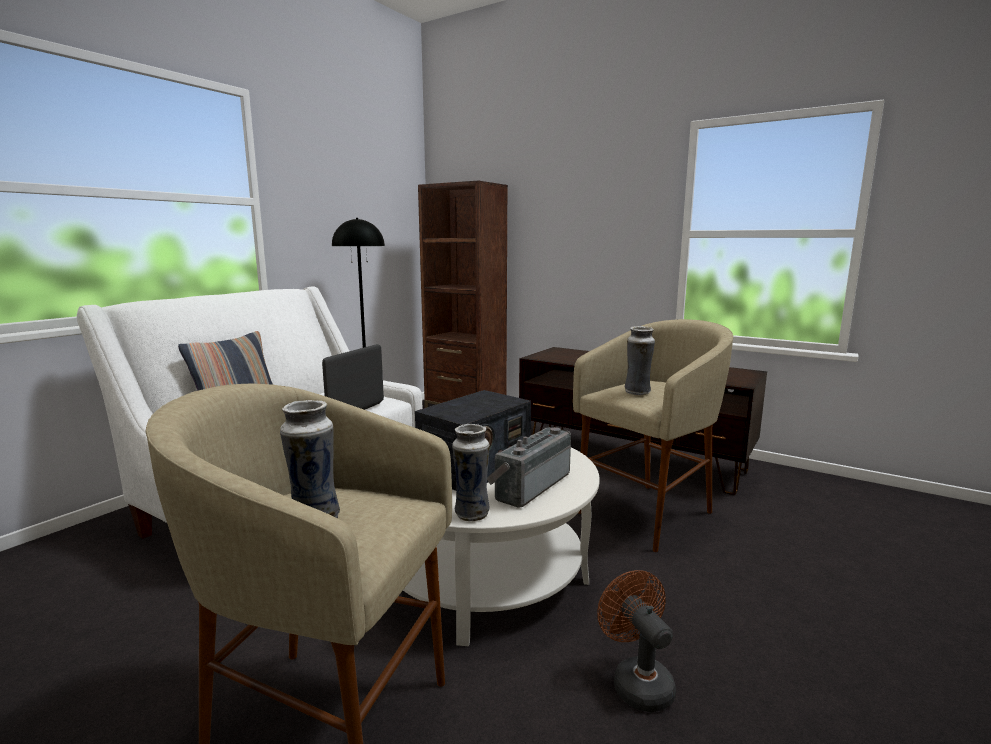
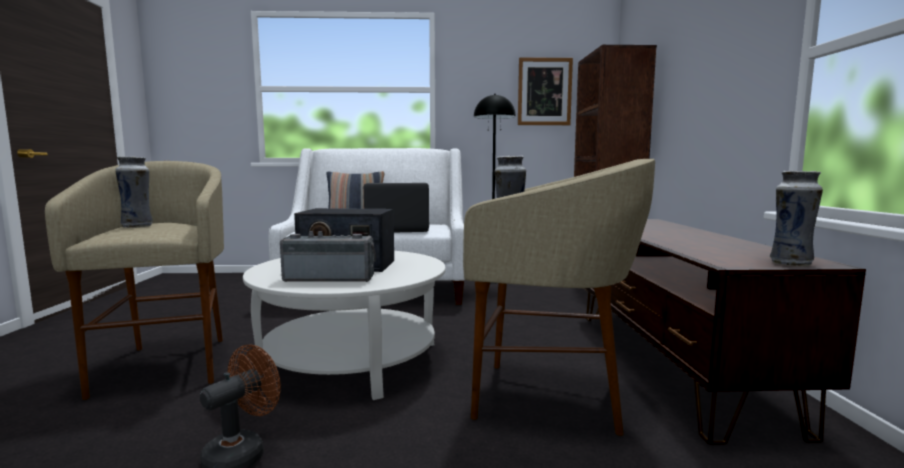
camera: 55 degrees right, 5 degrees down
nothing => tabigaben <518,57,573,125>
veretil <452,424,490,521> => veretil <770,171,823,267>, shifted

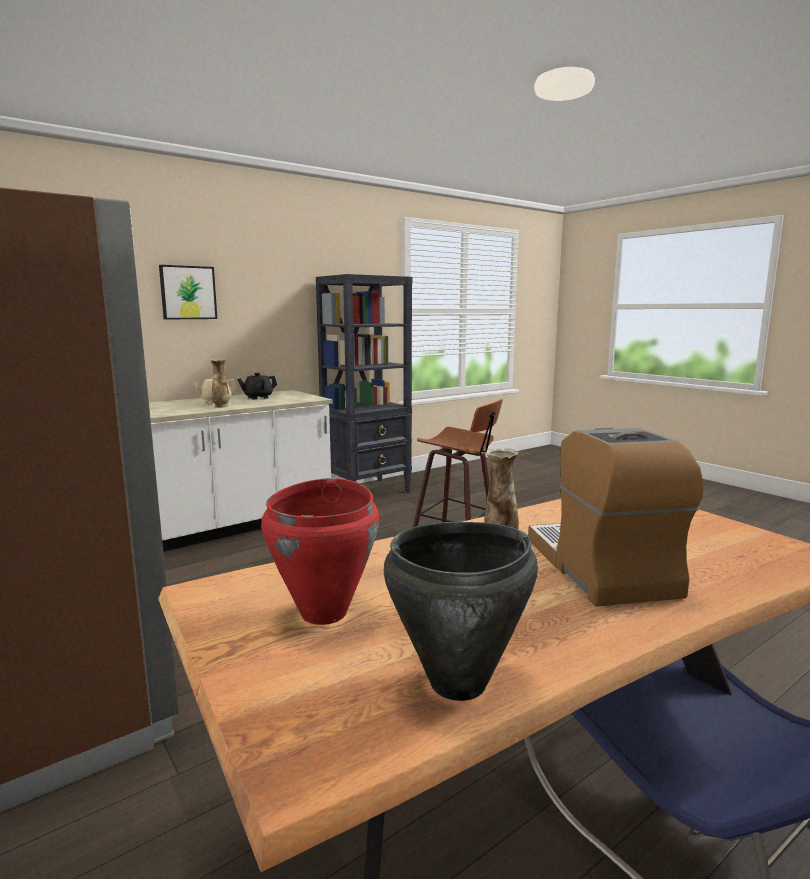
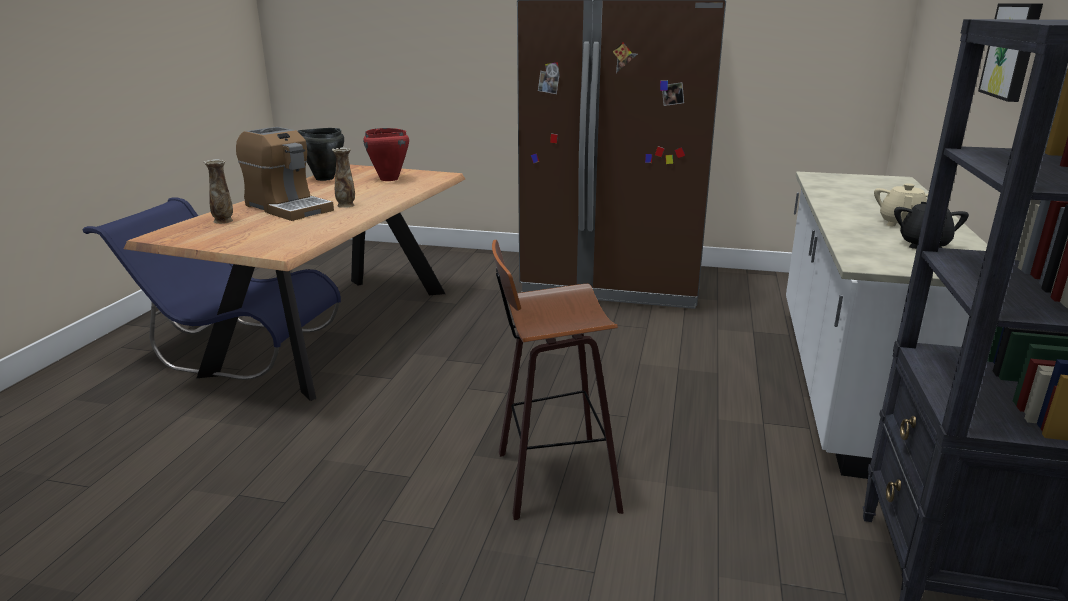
camera: 140 degrees right, 10 degrees up
veretil <210,359,229,408> => veretil <204,159,233,224>, shifted

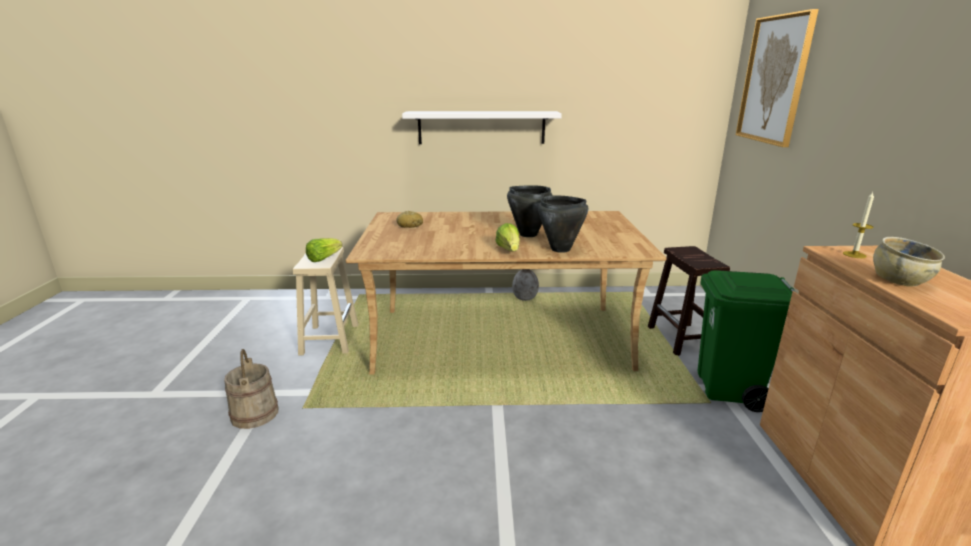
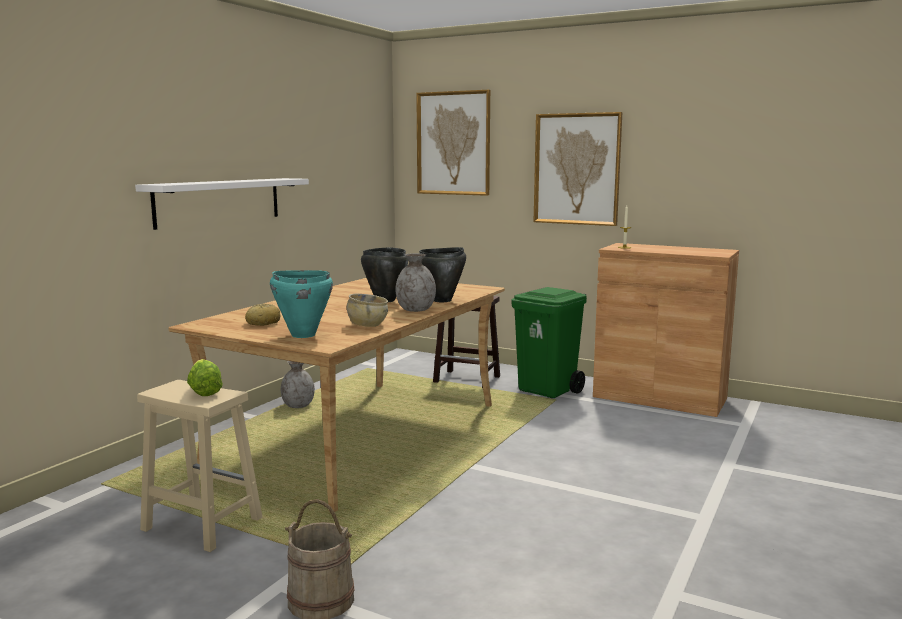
camera: 60 degrees left, 10 degrees down
nothing => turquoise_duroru <270,270,333,338>
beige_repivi <873,237,945,287> => beige_repivi <347,294,388,327>, shifted
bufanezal <496,223,520,251> => grey_veretil <395,253,436,312>
nothing => tabigaben <534,112,622,226>

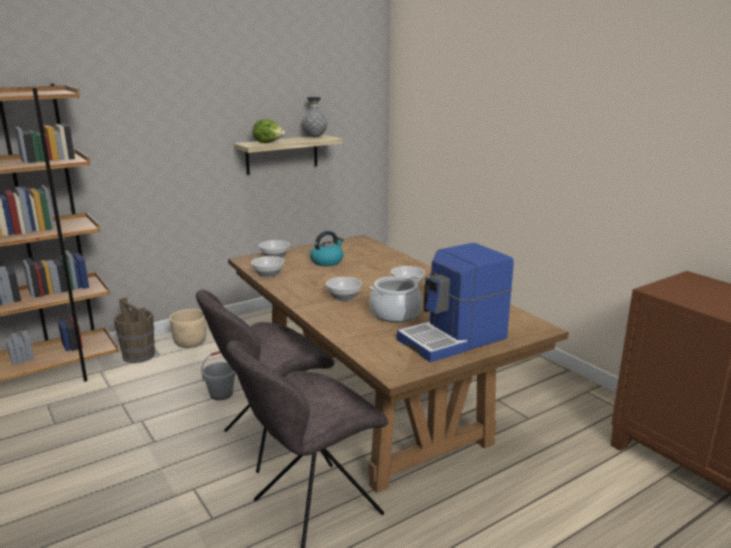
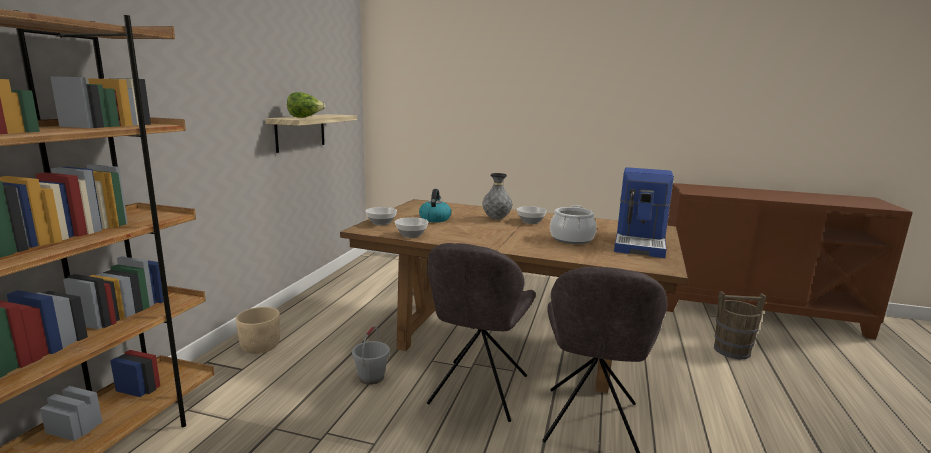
camera: 40 degrees left, 5 degrees down
grey_veretil <302,97,327,137> => grey_veretil <482,173,512,220>, shifted
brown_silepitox <114,297,155,363> => brown_silepitox <714,291,766,359>, shifted
repivi <326,277,362,301> => nothing

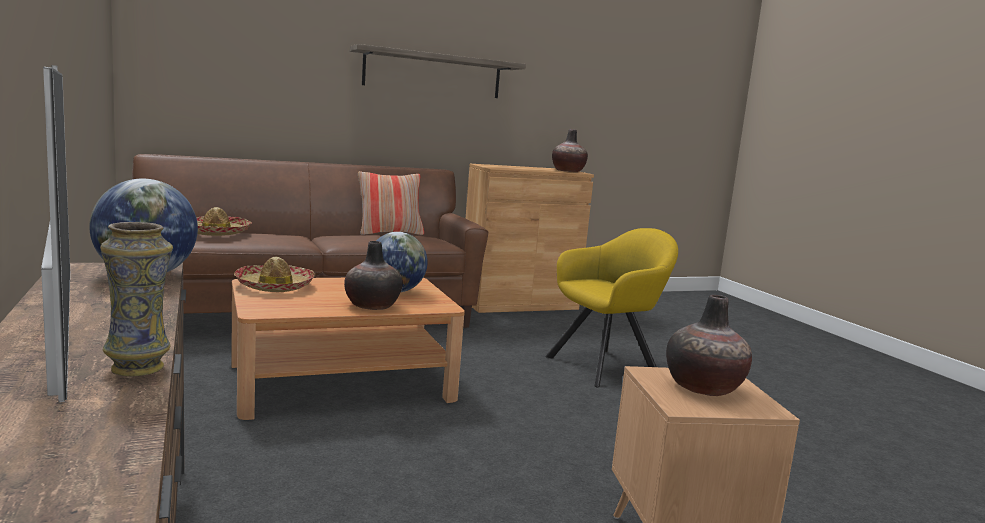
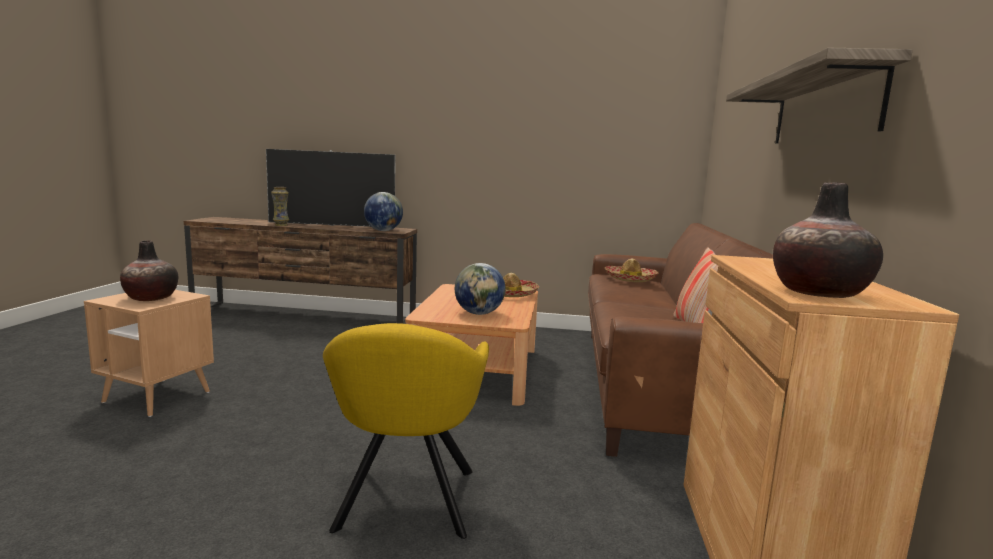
camera: 120 degrees right, 0 degrees up
veretil <344,241,403,310> => nothing

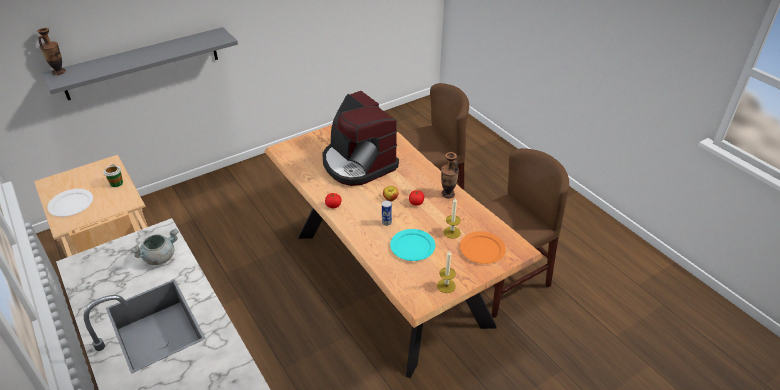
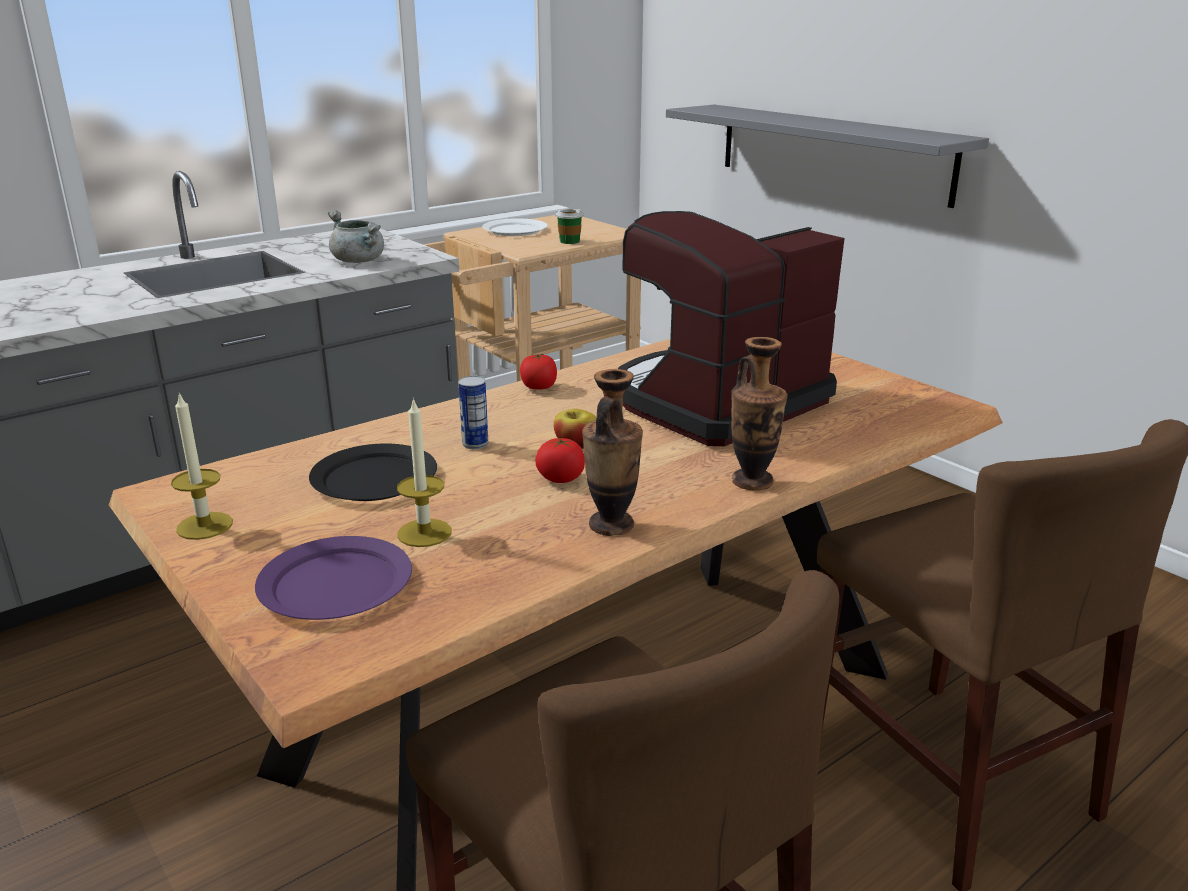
camera: 85 degrees right, 15 degrees down
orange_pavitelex <460,231,506,264> => purple_pavitelex <255,536,412,620>
turquoise_pavitelex <390,229,435,261> => black_pavitelex <309,443,437,501>
veretil <37,28,66,75> => veretil <731,337,788,491>, shifted

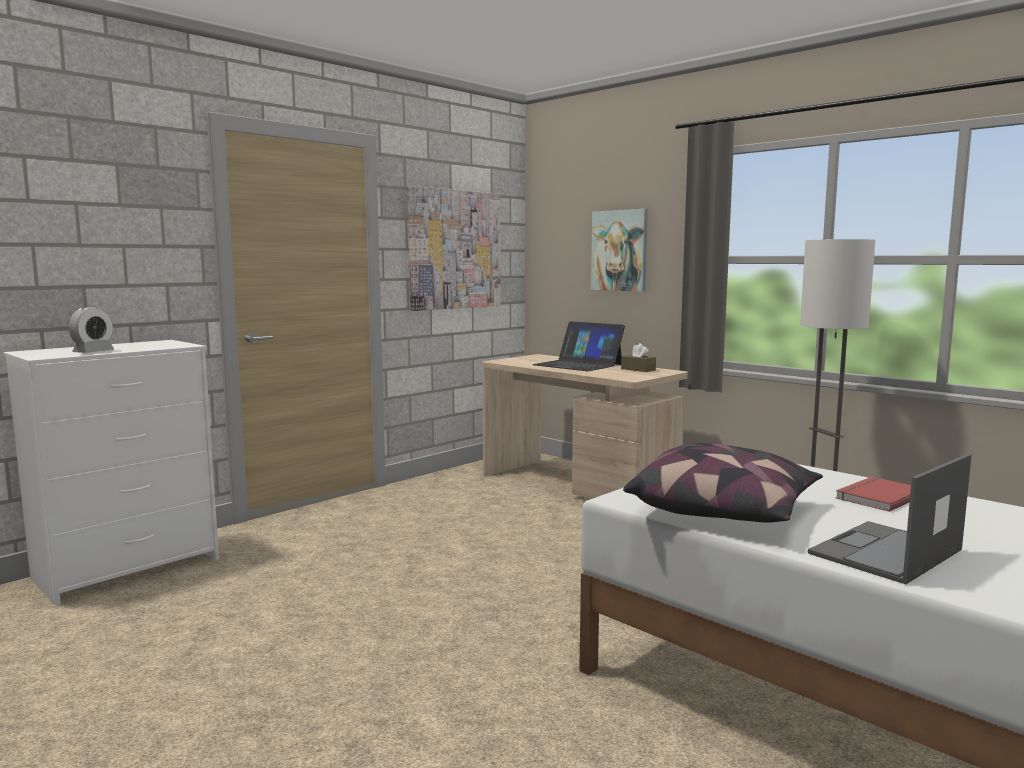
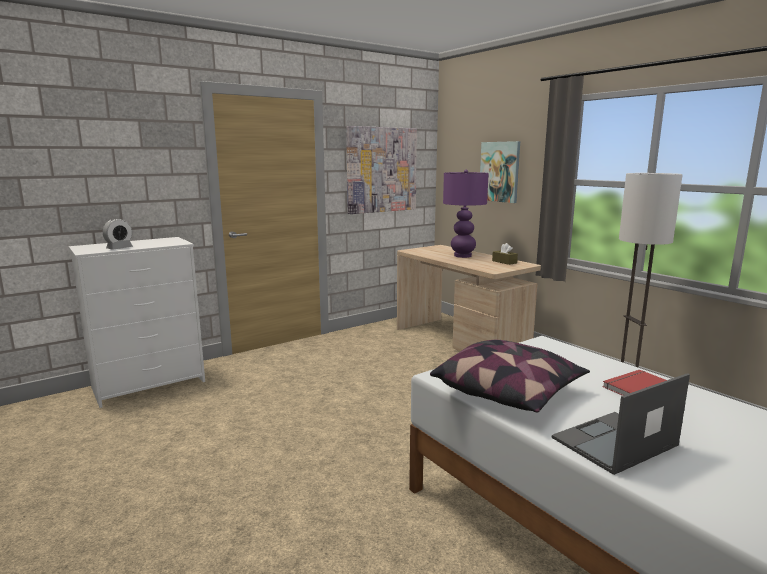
camera: 10 degrees right, 5 degrees up
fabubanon <532,321,625,371> => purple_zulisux <443,170,489,258>

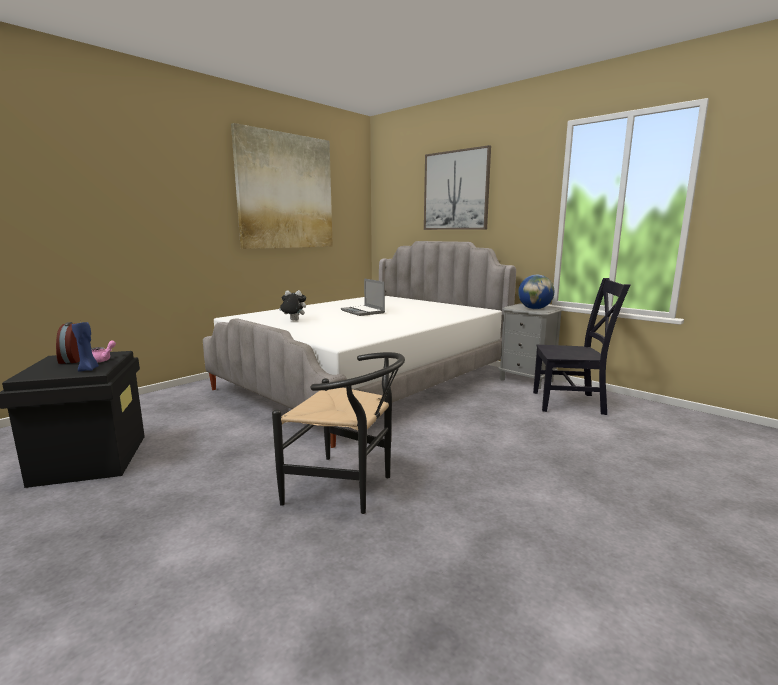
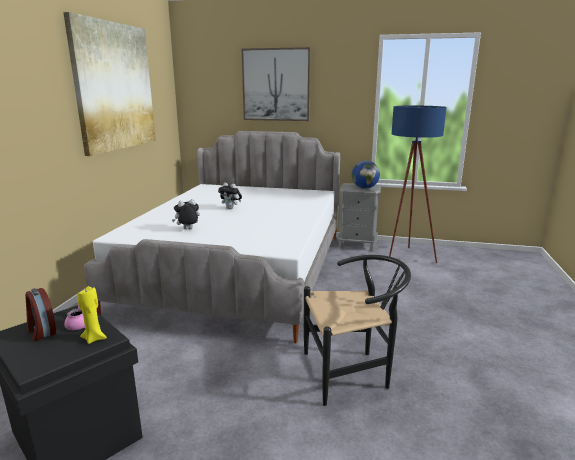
camera: 30 degrees left, 5 degrees up
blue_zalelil <72,322,99,372> => yellow_zalelil <77,286,107,344>
fabubanon <341,278,385,316> => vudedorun <218,182,242,209>
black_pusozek <533,278,630,415> => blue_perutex <388,106,447,263>

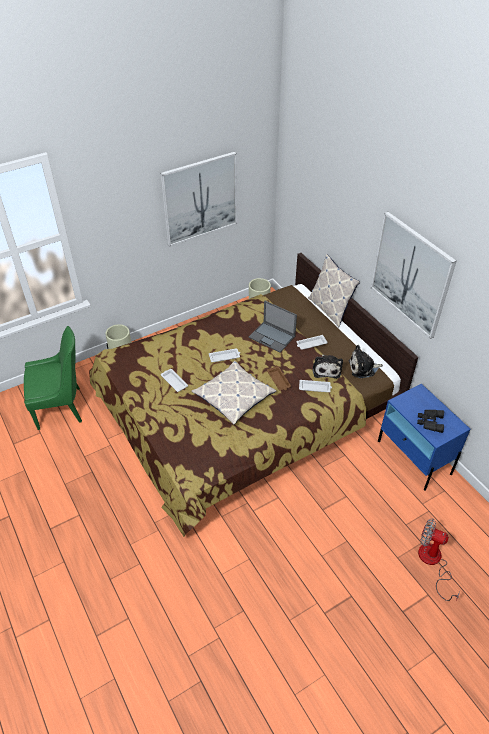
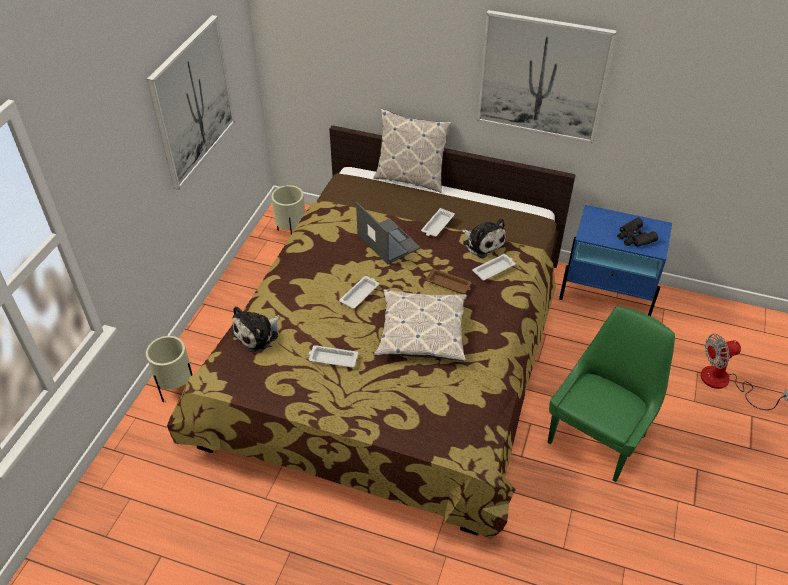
camera: 40 degrees left, 0 degrees up
vudedorun <348,345,383,378> => vudedorun <231,306,280,352>, shifted
fabubanon <249,301,297,352> => fabubanon <356,202,421,264>, 120 degrees counterclockwise
green_pusozek <24,326,82,430> => green_pusozek <547,306,675,482>, shifted

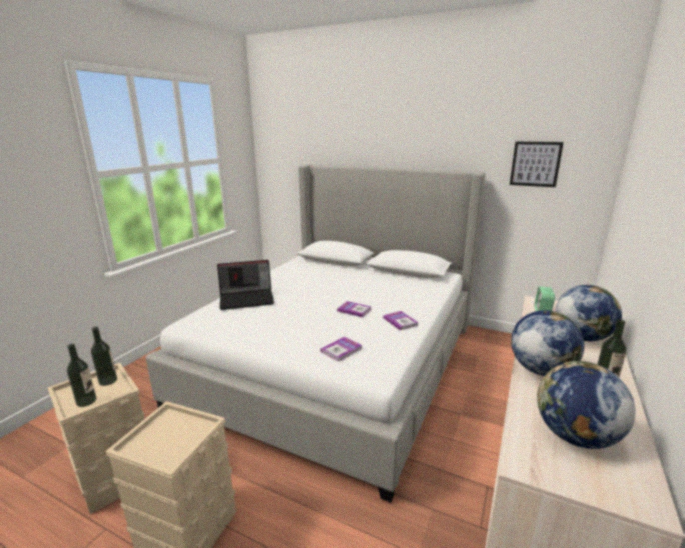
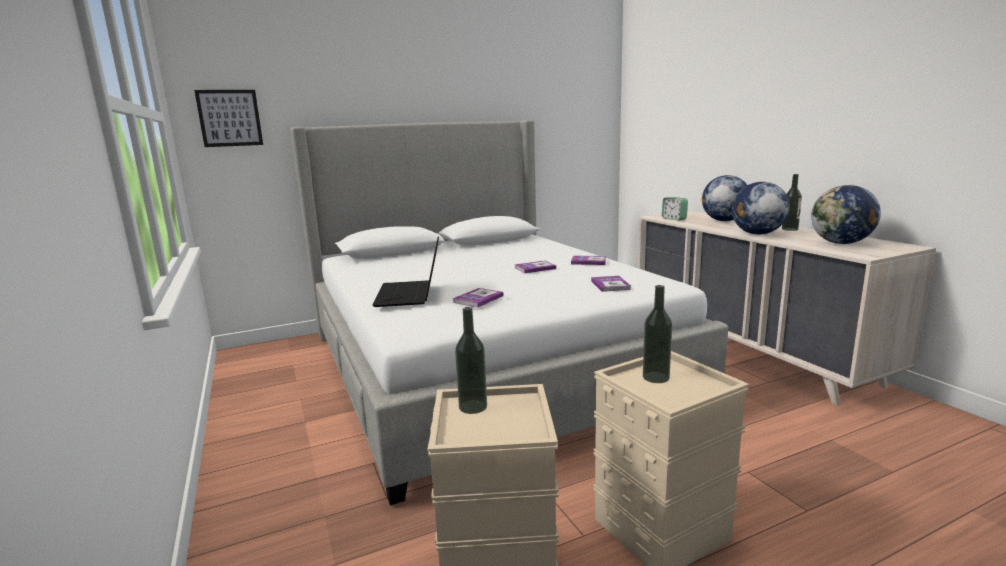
camera: 50 degrees left, 5 degrees down
tabigaben <510,142,564,187> => tabigaben <194,90,263,147>, shifted
fabubanon <217,260,274,310> => fabubanon <373,237,439,307>, 150 degrees clockwise
nothing => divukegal <453,288,503,307>
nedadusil <67,344,97,407> => nedadusil <643,285,672,383>, shifted

